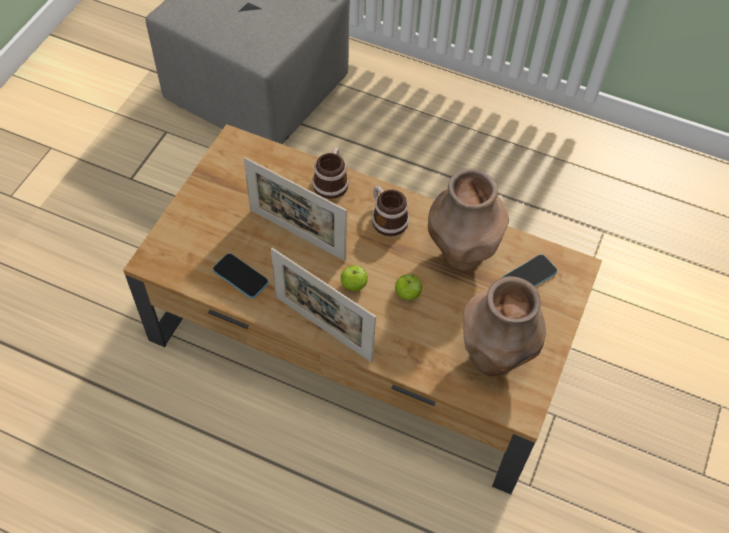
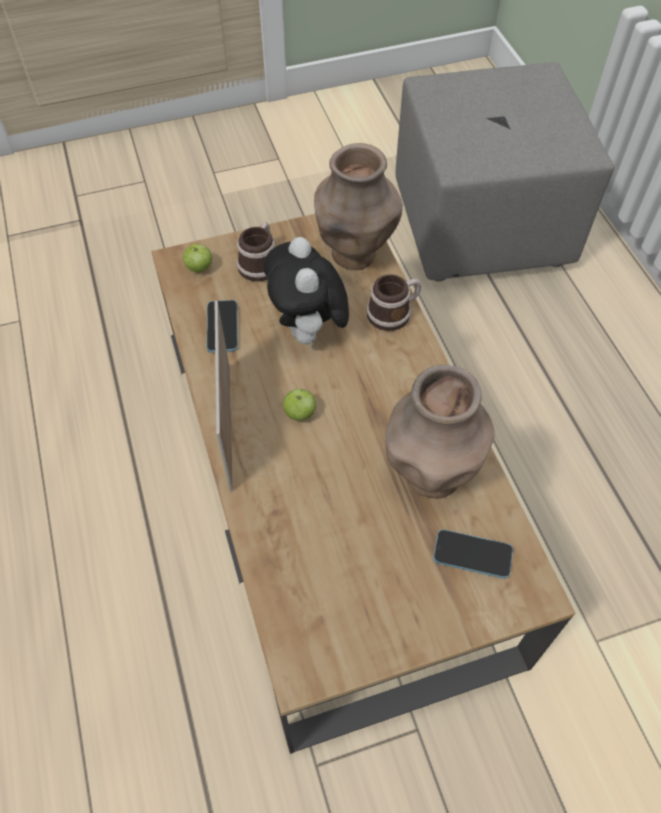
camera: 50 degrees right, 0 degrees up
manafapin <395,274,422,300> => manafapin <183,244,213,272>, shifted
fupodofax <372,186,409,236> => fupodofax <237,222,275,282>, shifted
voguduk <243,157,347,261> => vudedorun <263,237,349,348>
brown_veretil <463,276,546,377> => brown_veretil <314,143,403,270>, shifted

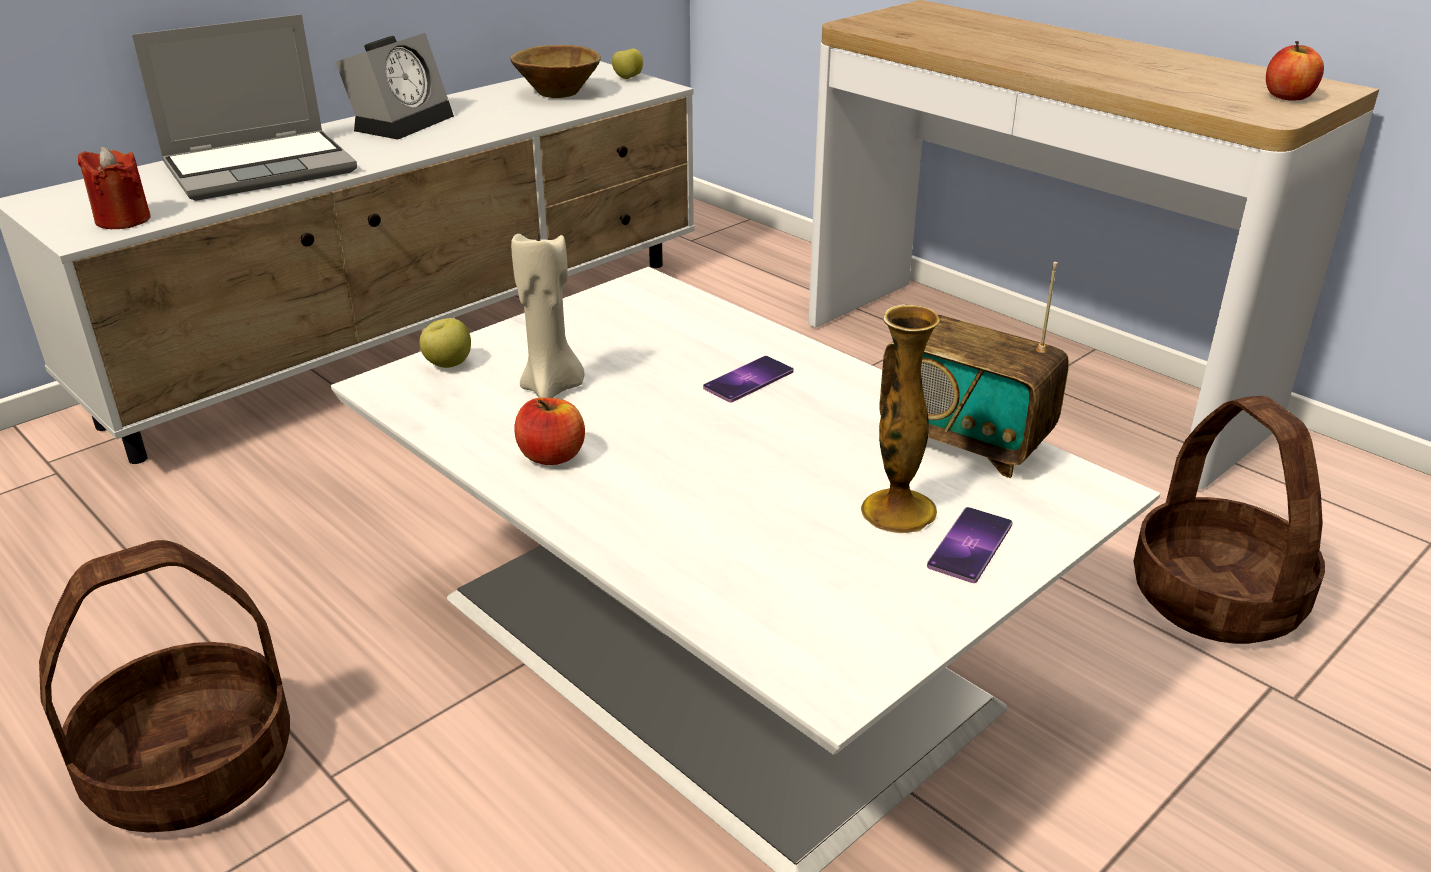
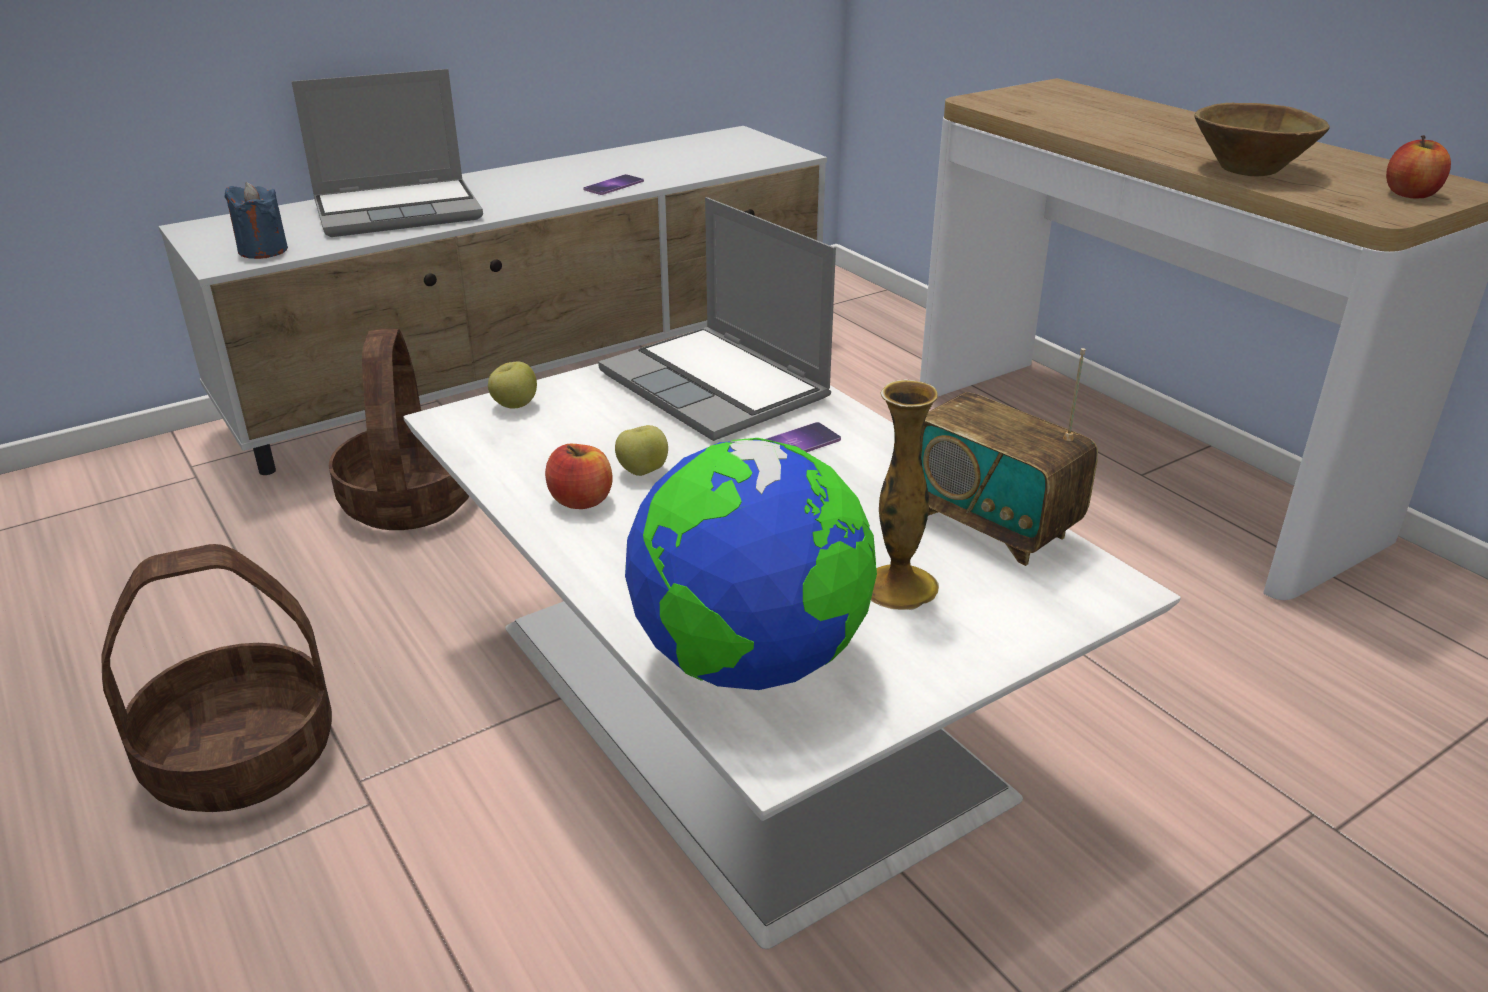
camera: 10 degrees right, 0 degrees up
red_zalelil <78,147,151,229> => blue_zalelil <224,182,288,259>
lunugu <1134,396,1325,644> => lunugu <329,329,470,530>, shifted
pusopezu <927,507,1013,583> => pusopezu <583,174,644,195>, shifted
nothing => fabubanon <598,197,836,441>
manafapin <612,49,643,79> => manafapin <615,425,668,476>, shifted
nothing => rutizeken <625,438,877,690>
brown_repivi <510,45,601,98> => brown_repivi <1194,103,1330,176>, shifted
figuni <336,33,454,140> => nothing
beige_zalelil <511,229,585,398> => nothing

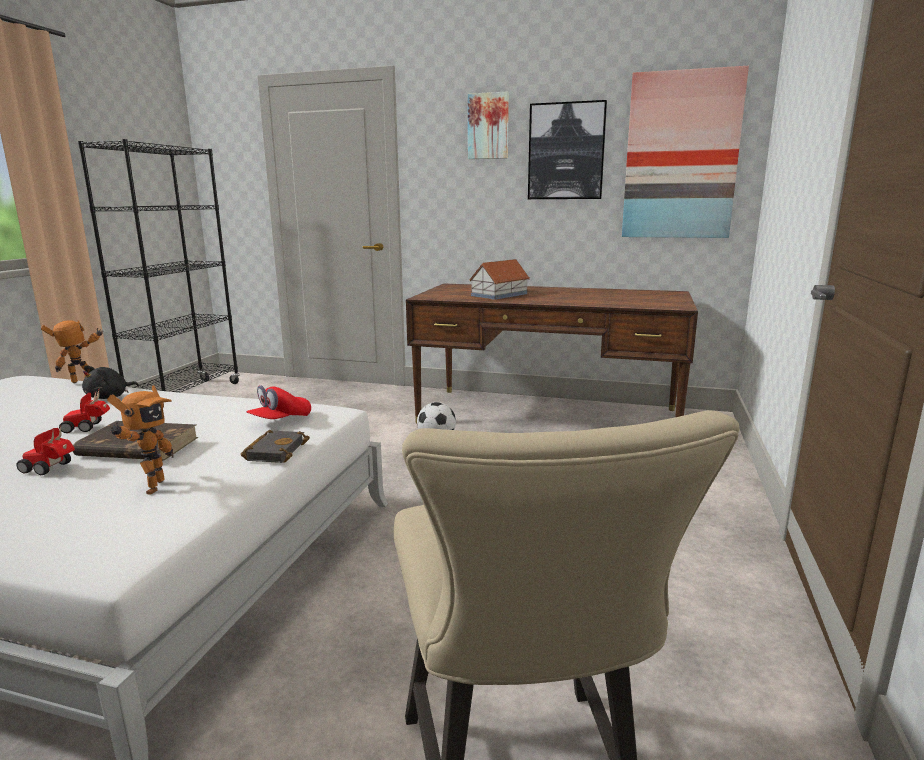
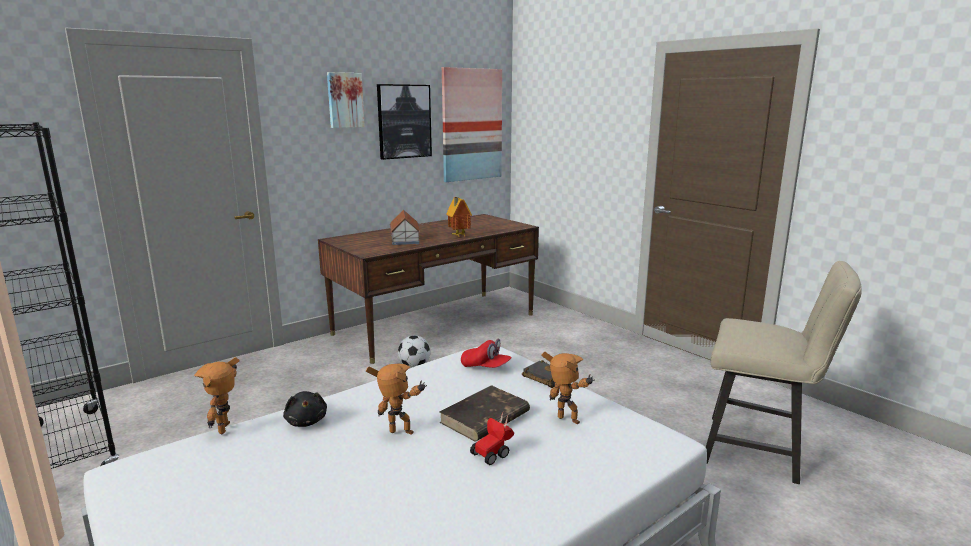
camera: 55 degrees left, 0 degrees up
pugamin <59,390,110,433> => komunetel <366,364,427,435>
nothing => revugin <446,197,472,237>
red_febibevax <246,385,311,419> => red_febibevax <461,338,512,368>, 45 degrees counterclockwise

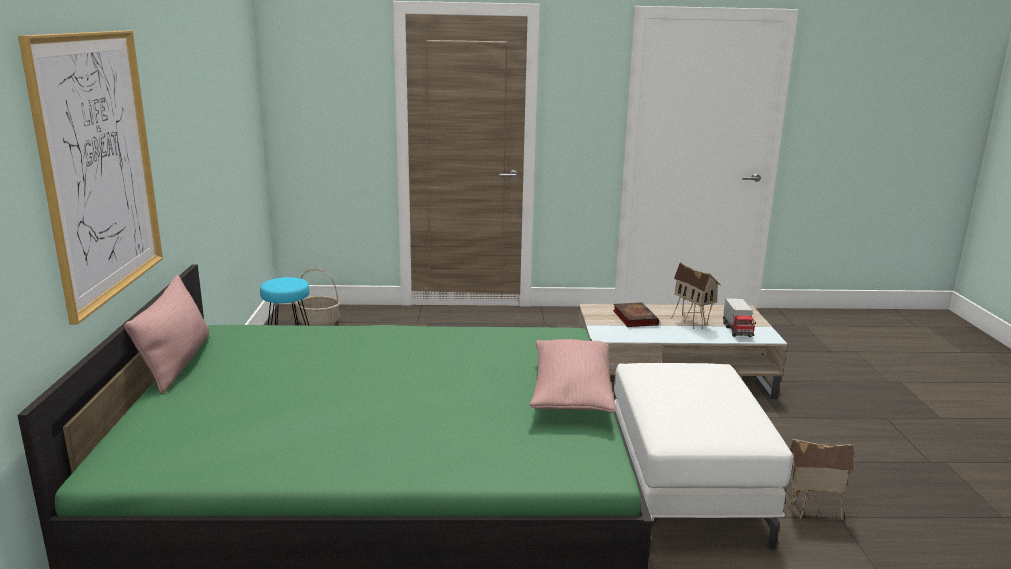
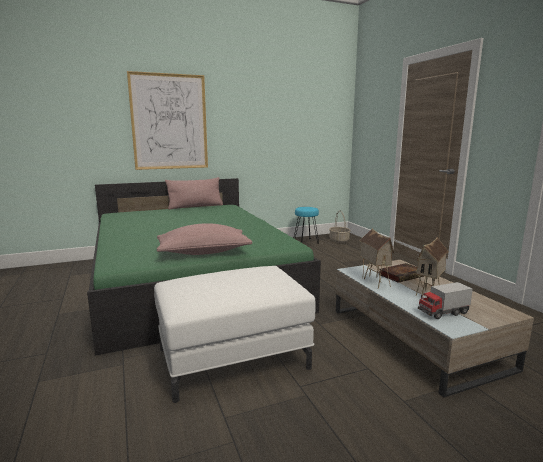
camera: 70 degrees right, 5 degrees down
revugin <788,438,855,520> => revugin <359,228,394,289>, shifted

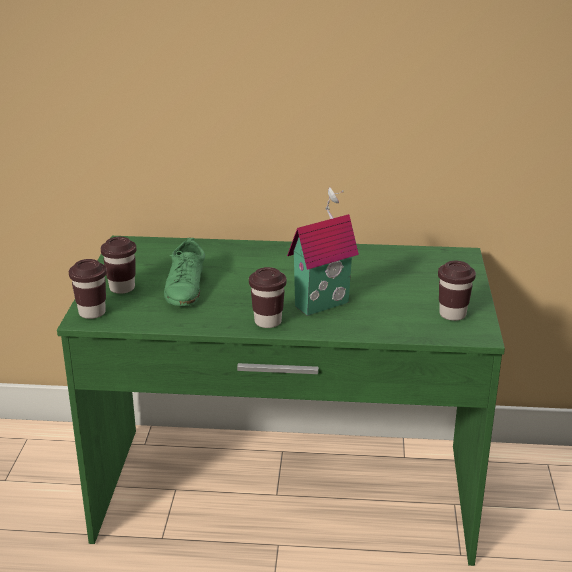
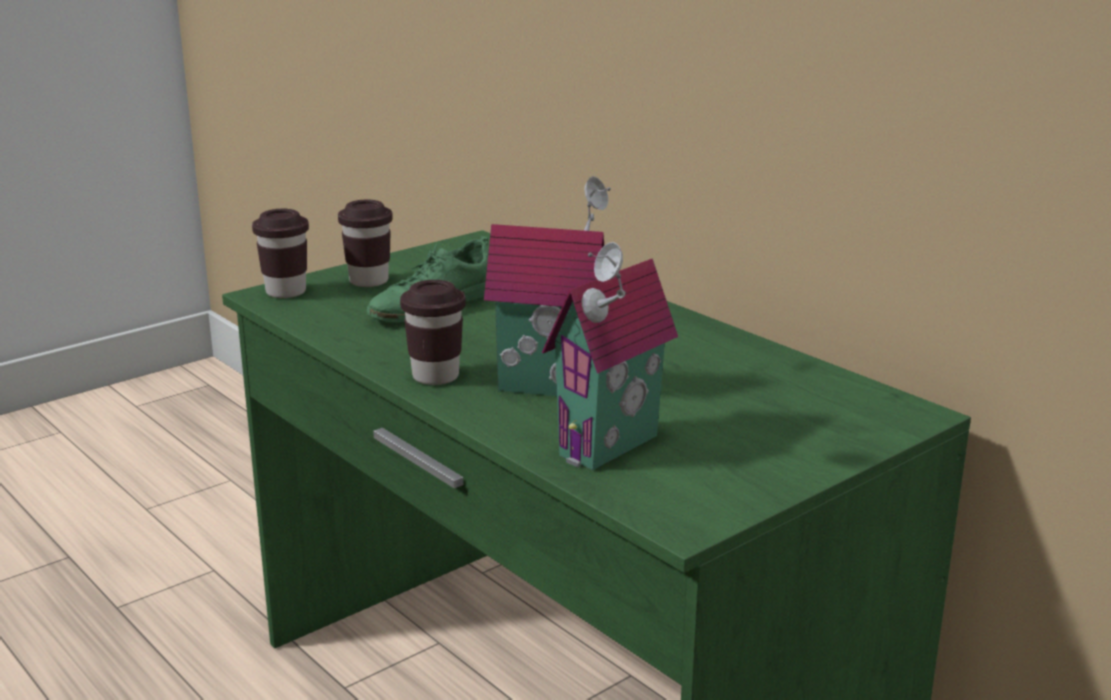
camera: 45 degrees right, 5 degrees down
nothing => revugin <542,242,678,470>
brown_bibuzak <438,261,476,321> => nothing

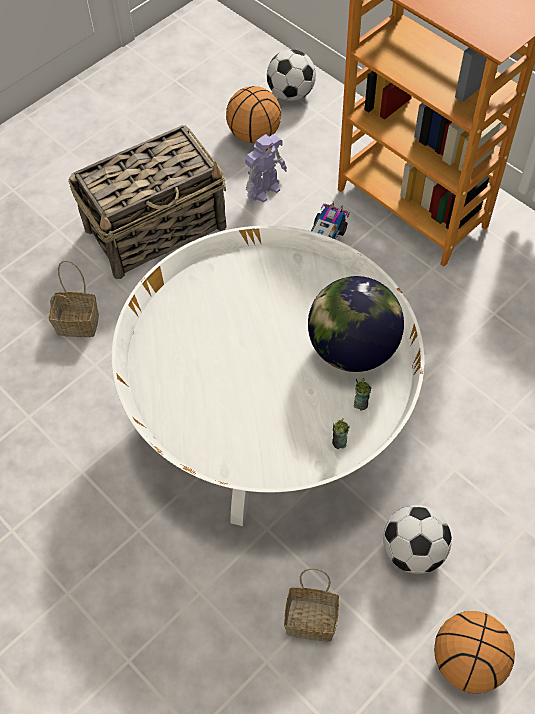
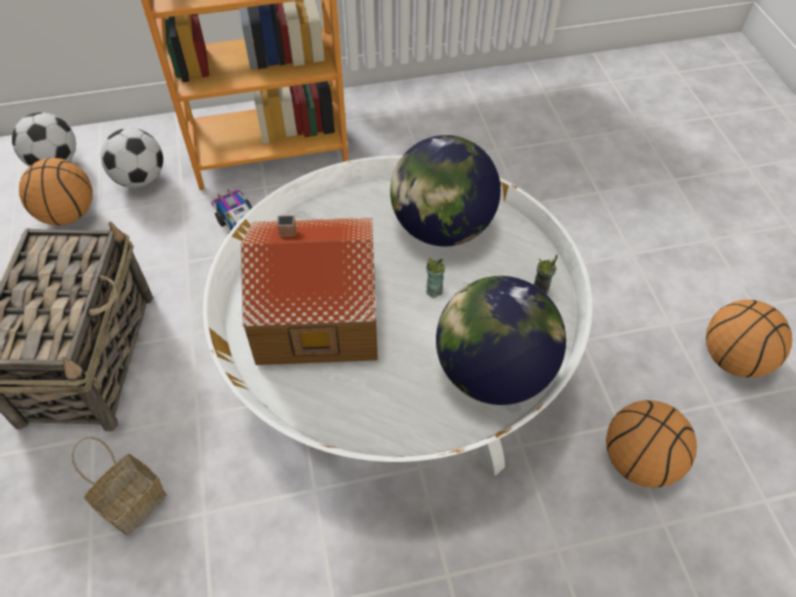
camera: 60 degrees left, 5 degrees down
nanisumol <383,505,452,574> => nanisumol <101,128,163,188>, shifted
nothing => revugin <241,215,378,365>
bibuzak <354,378,372,410> => bibuzak <426,257,445,298>, shifted
nothing => rutizeken <436,276,566,405>
lunugu <284,568,339,642> => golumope <606,400,697,488>
komunetel <245,134,287,202> => nothing

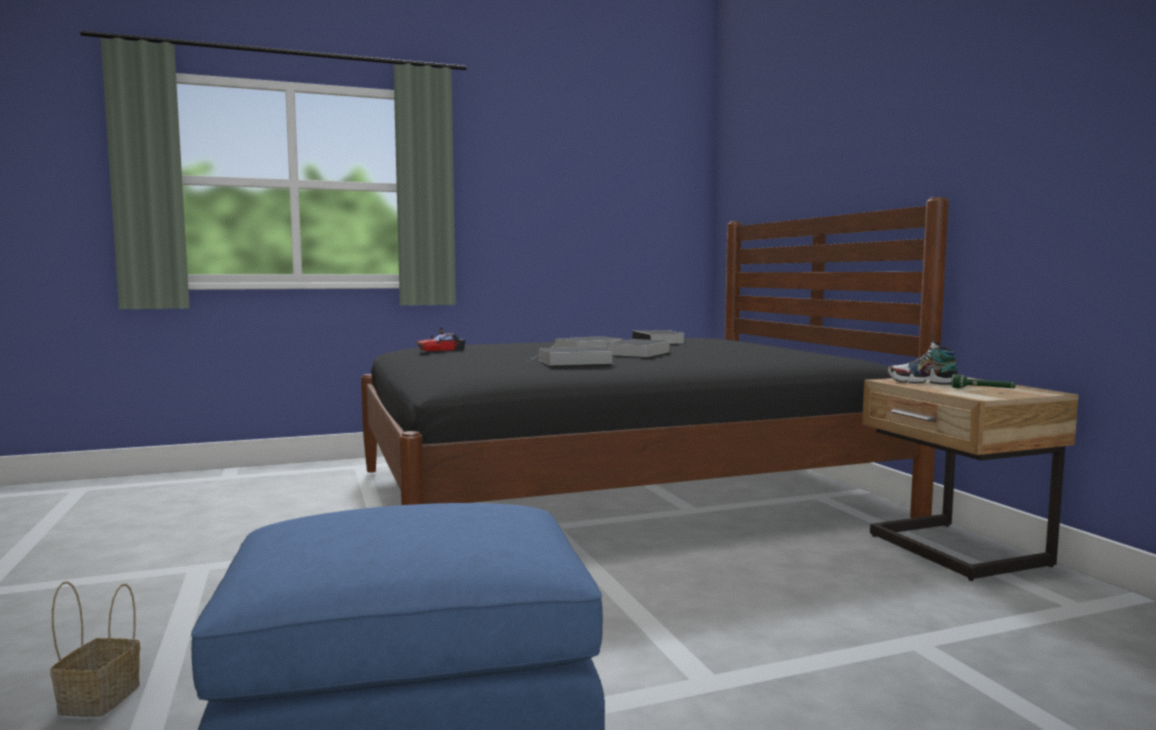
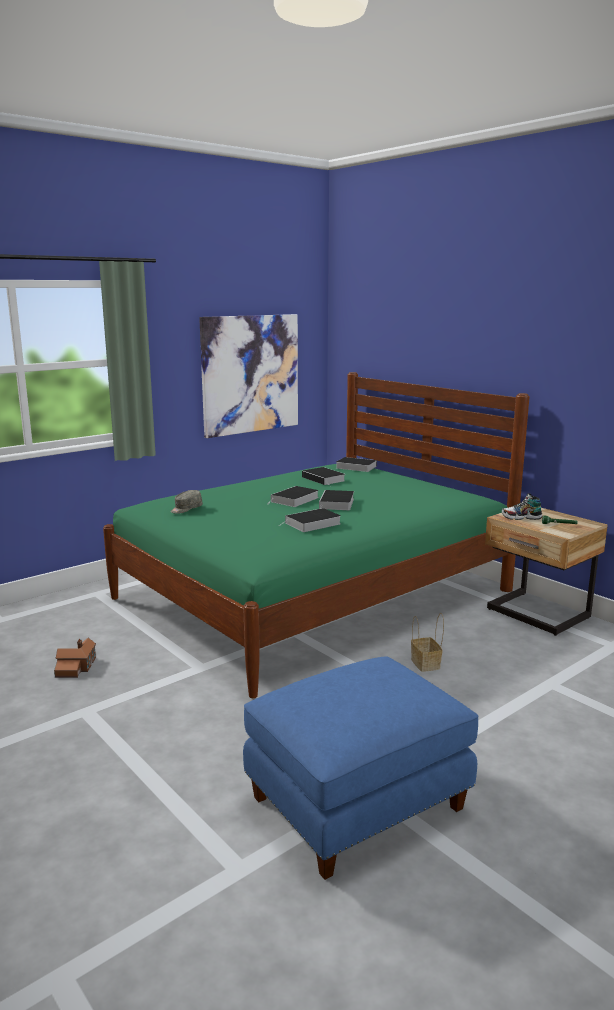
camera: 20 degrees left, 10 degrees up
nothing => revugin <54,638,96,678>
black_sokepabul <361,197,949,518> => green_sokepabul <103,372,530,698>
pugamin <416,328,466,351> => grey_febibevax <170,490,203,514>
nothing => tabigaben <199,314,298,438>
nothing => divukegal <336,457,377,472>
lunugu <50,581,140,717> => lunugu <411,613,444,672>, shifted

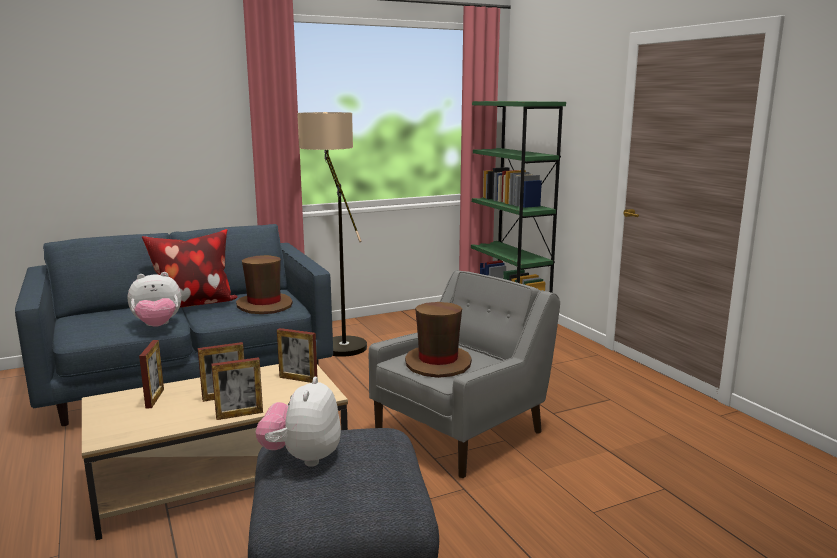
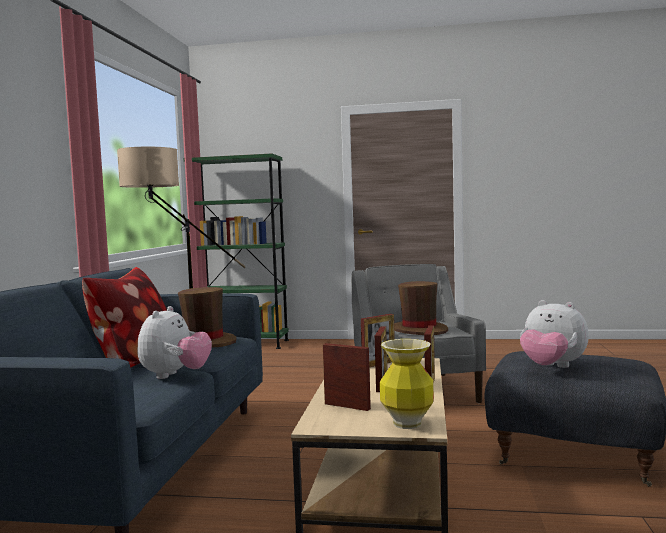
camera: 55 degrees left, 10 degrees down
nothing => veretil <380,339,434,429>

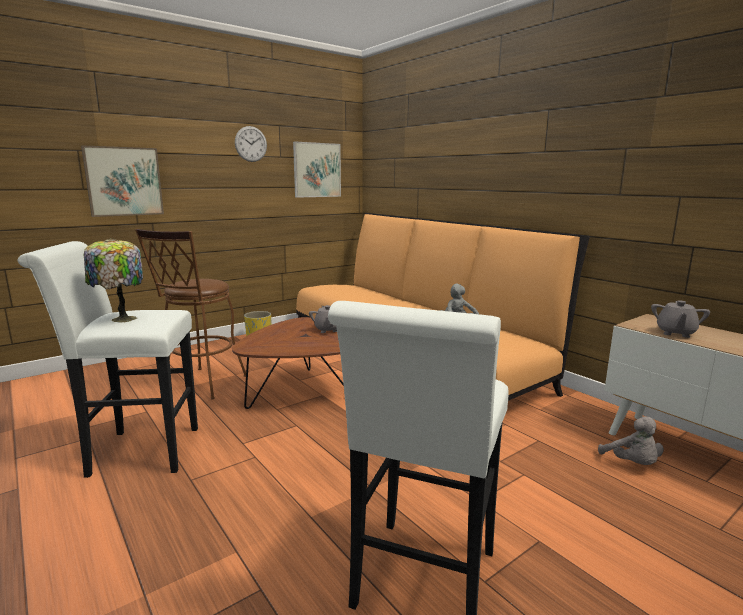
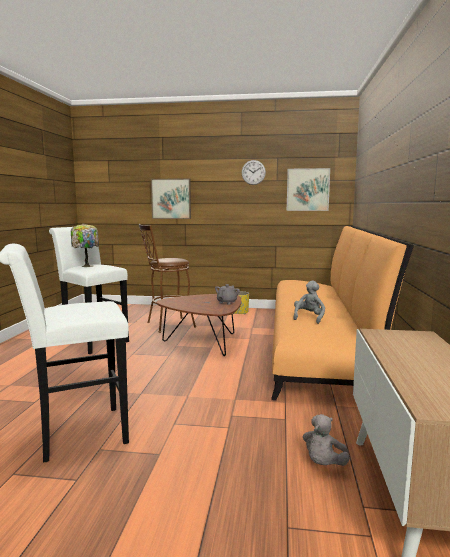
camera: 45 degrees right, 5 degrees down
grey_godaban <651,300,710,338> => nothing

